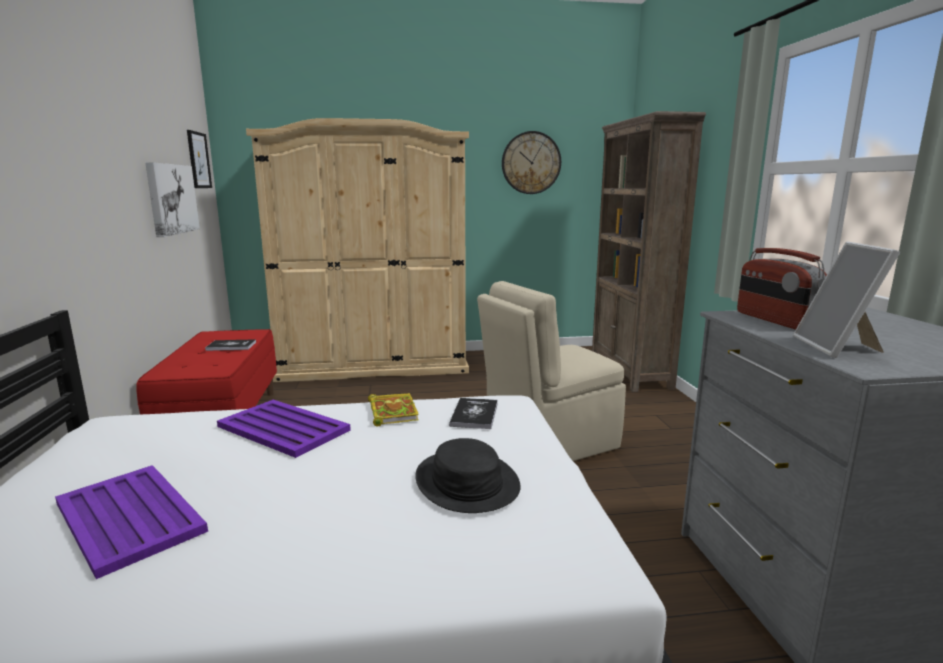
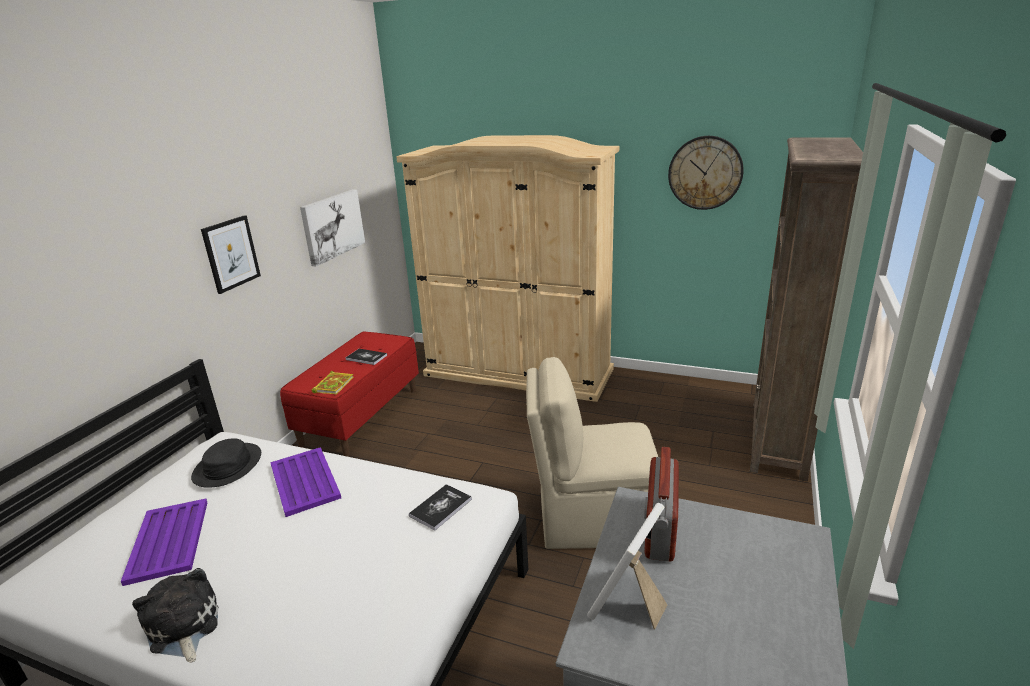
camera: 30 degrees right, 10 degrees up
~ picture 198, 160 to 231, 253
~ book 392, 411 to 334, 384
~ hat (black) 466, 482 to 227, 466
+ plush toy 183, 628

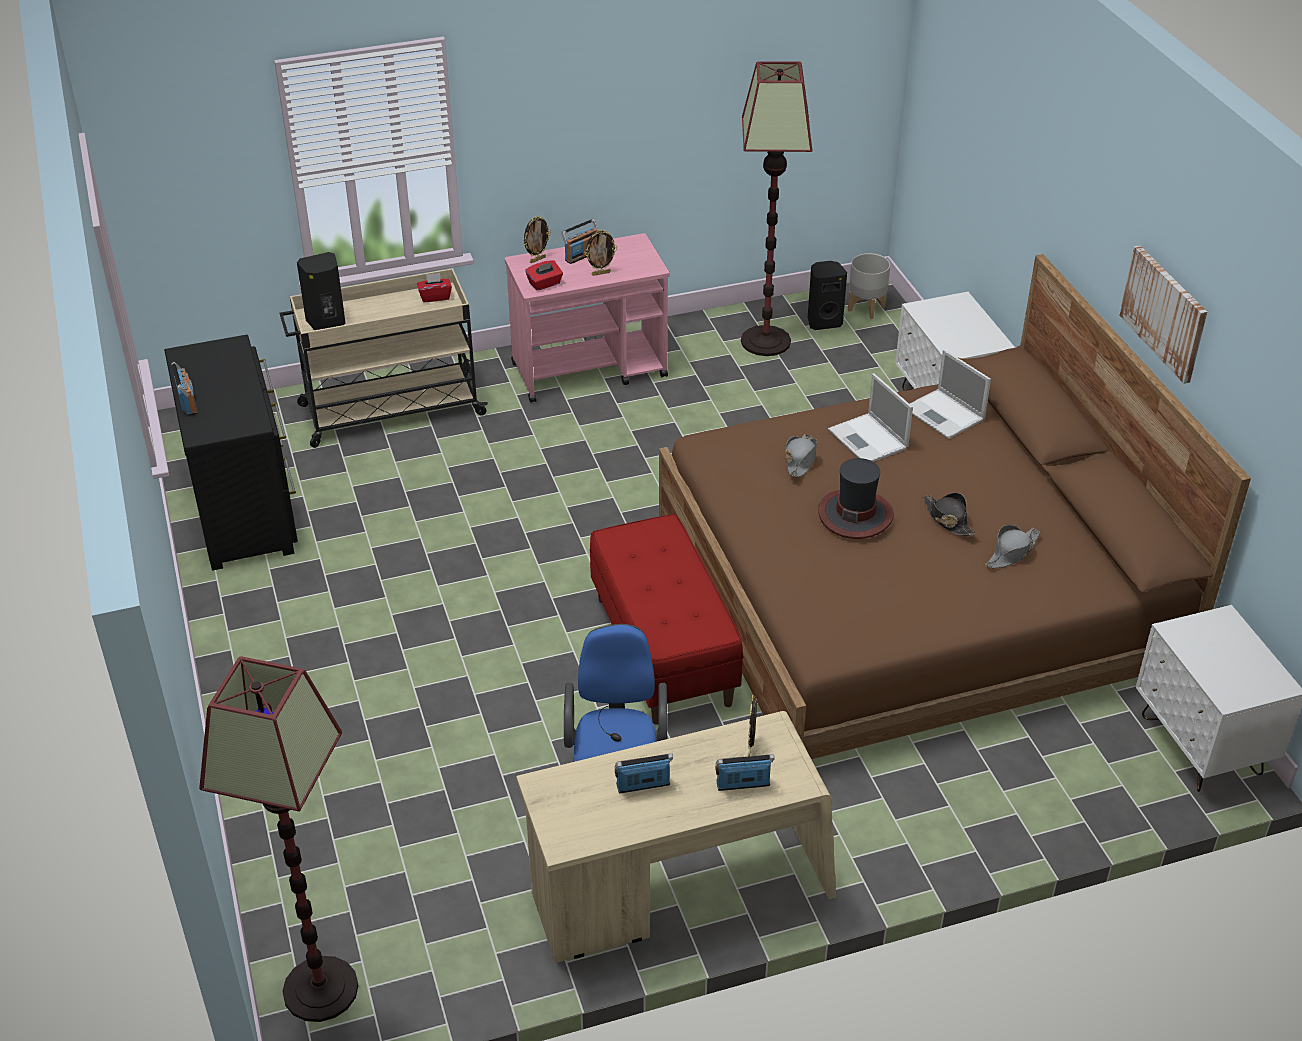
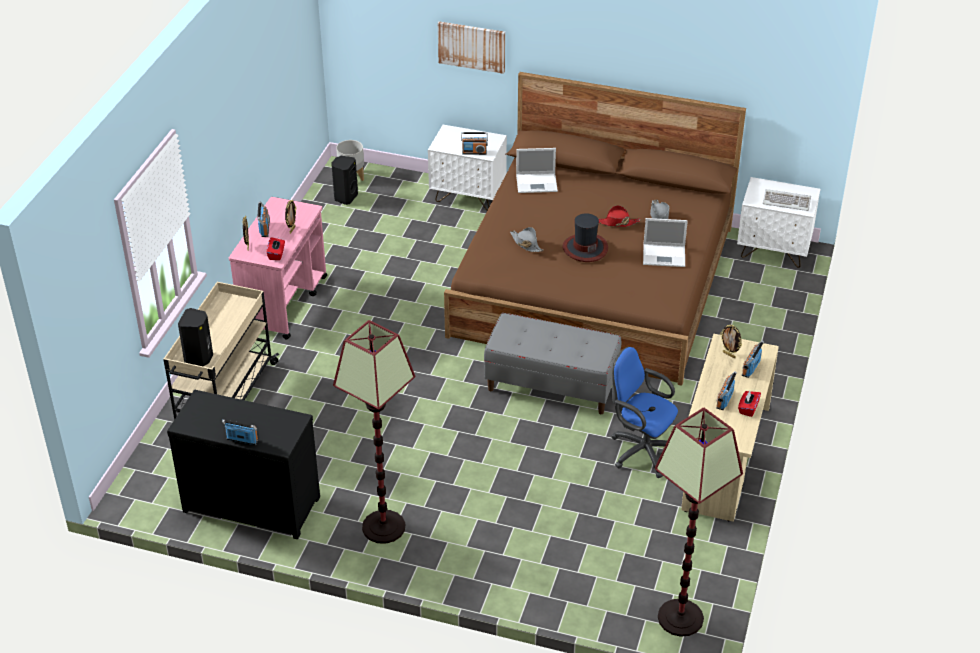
camera: 55 degrees left, 0 degrees up
~ floor lamp 765, 341 to 383, 527
~ picture 1164, 313 to 472, 46
~ tissue box (red) 435, 297 to 748, 408
~ laptop 869, 440 to 665, 255
~ hat (black) 948, 519 to hat (red) 617, 222
~ bench (red) 664, 650 to bench (grey) 552, 385
+ radio 474, 152
+ keyboard 786, 201

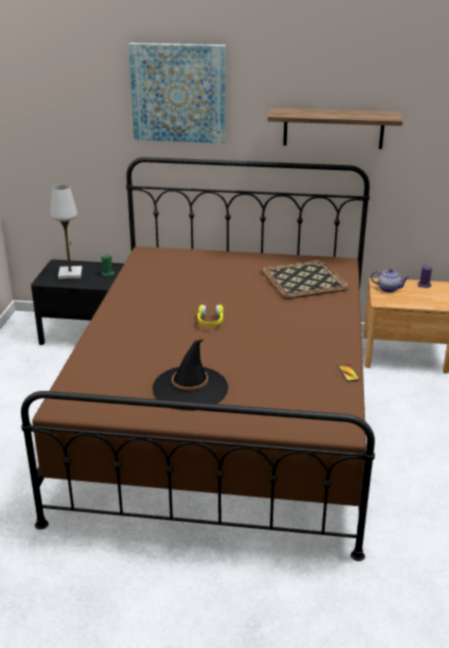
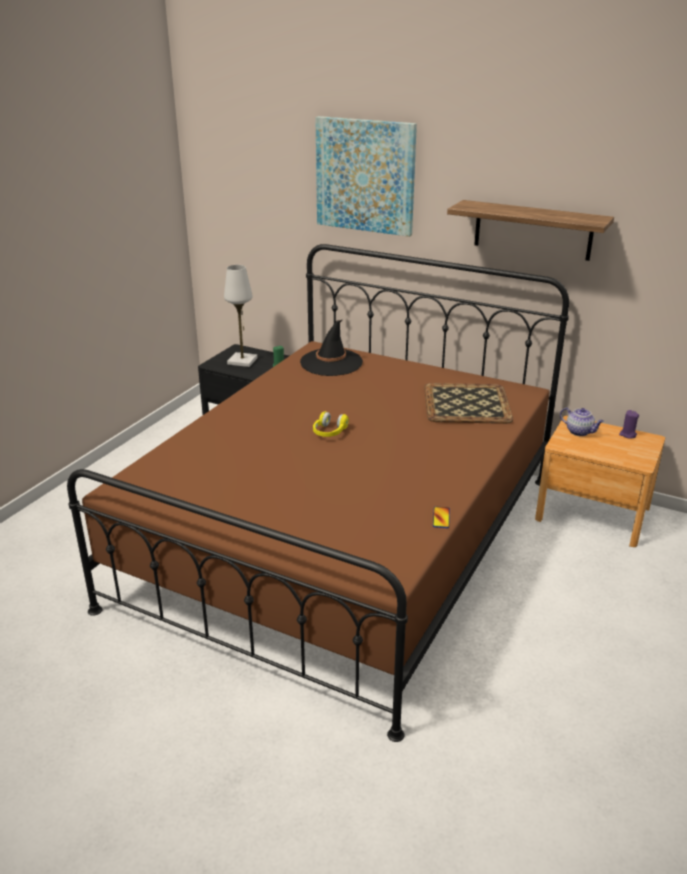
camera: 20 degrees right, 0 degrees up
~ hat (black) 190, 388 to 331, 363

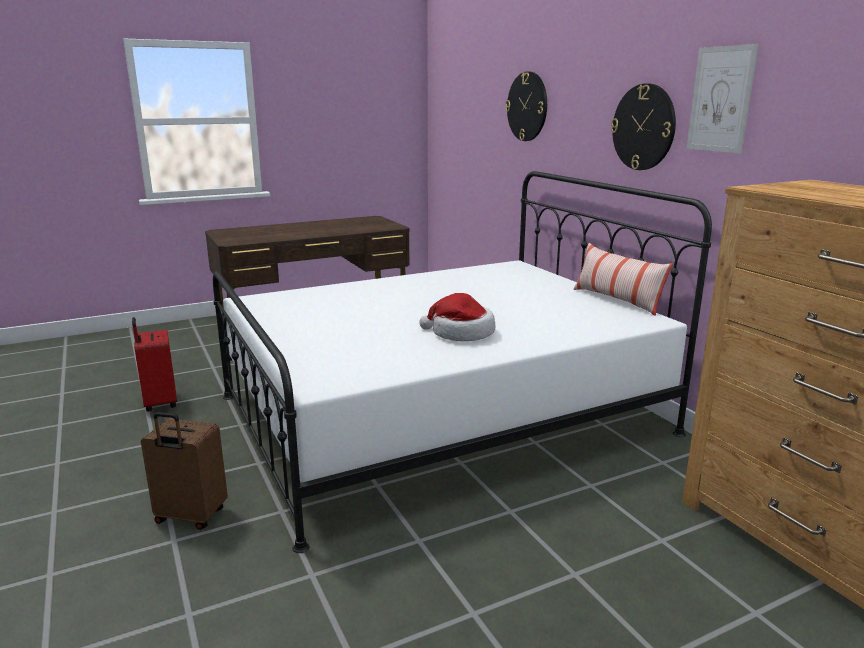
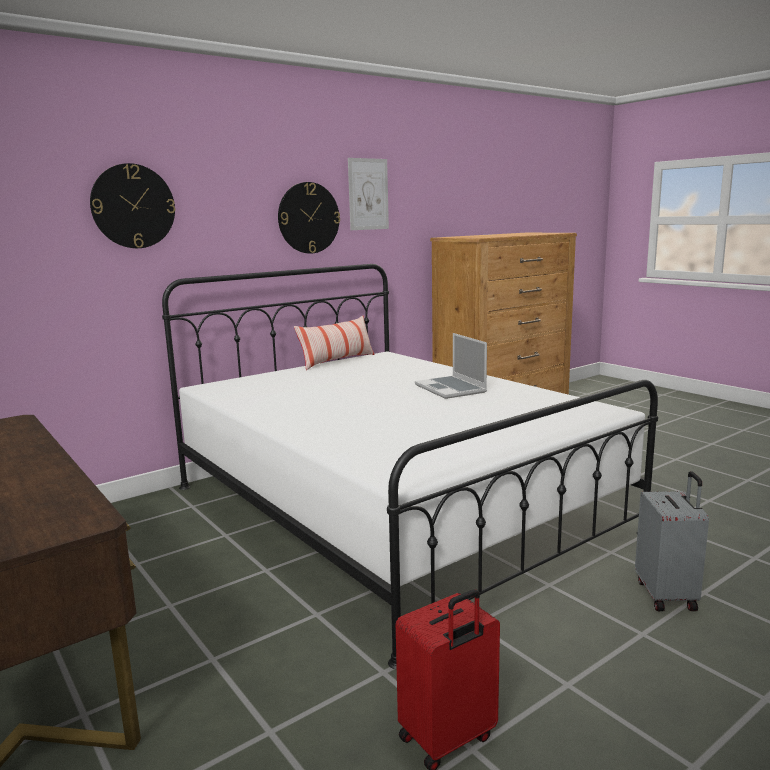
camera: 100 degrees left, 5 degrees down
~ hat 461, 333 to laptop 451, 389
~ suitcase (brown) 190, 517 to suitcase (grey) 667, 595

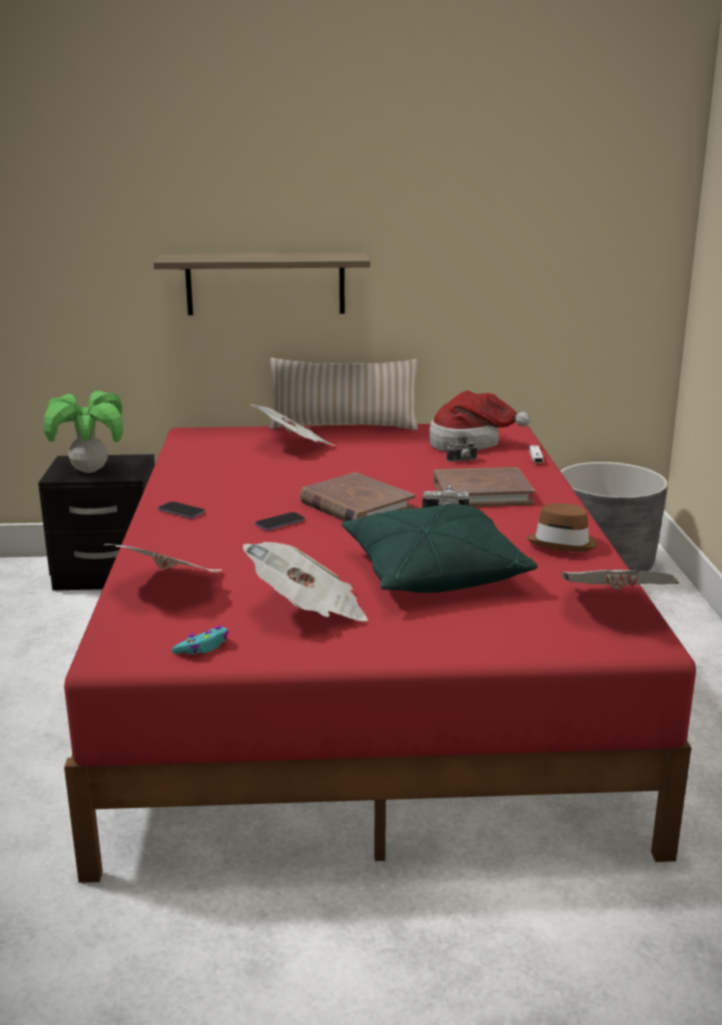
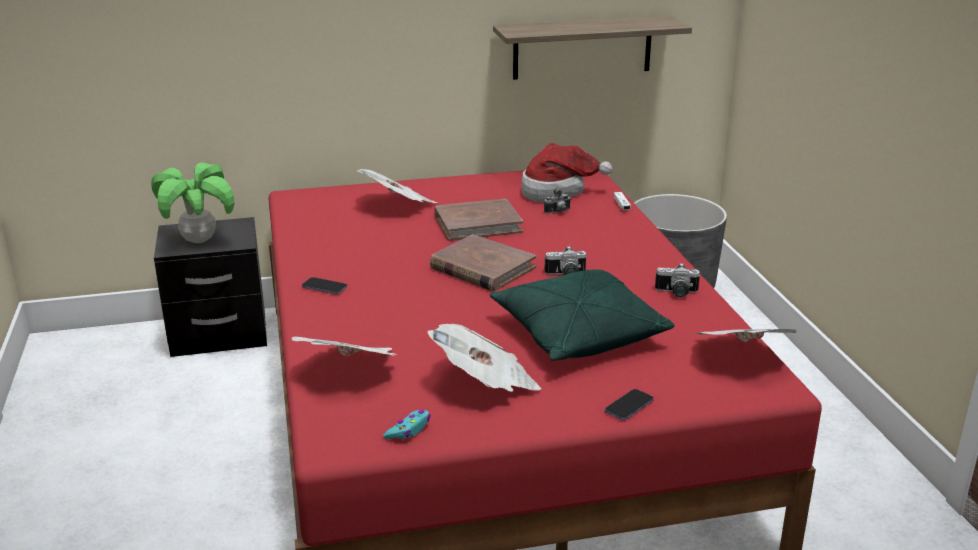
camera: 10 degrees left, 5 degrees up
~ shelf 265, 284 to 582, 47
- pillow (beige) 344, 426
~ book (brown) 481, 493 to 477, 224
~ hat (brown) 563, 543 to photo camera 676, 293
~ phone 280, 523 to 629, 406

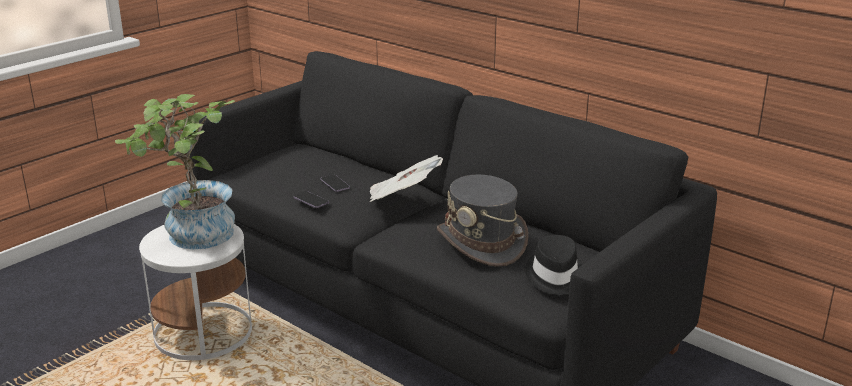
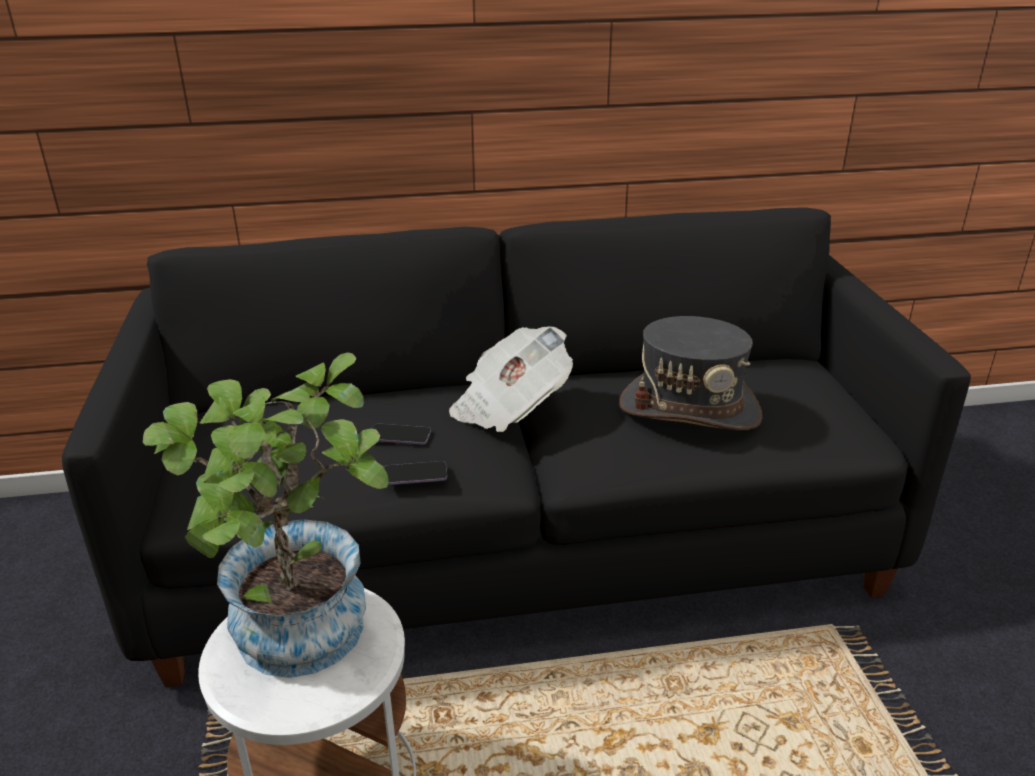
camera: 50 degrees left, 5 degrees up
- hat (black) 554, 276

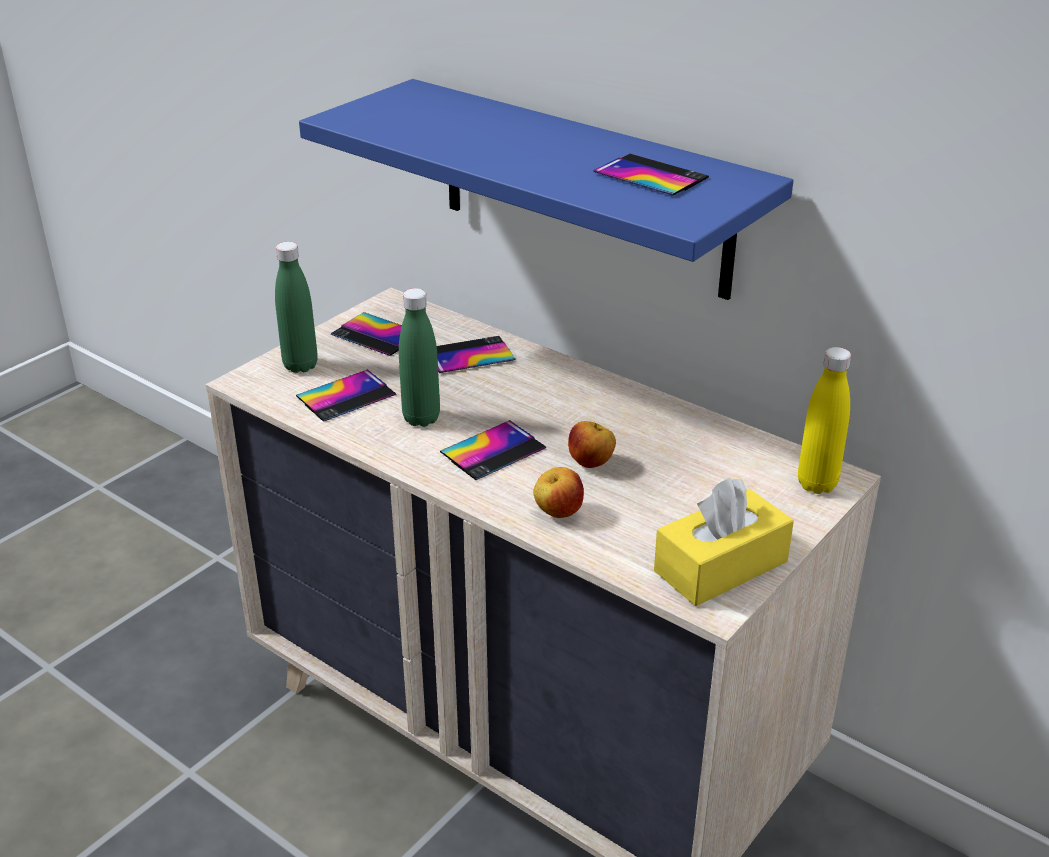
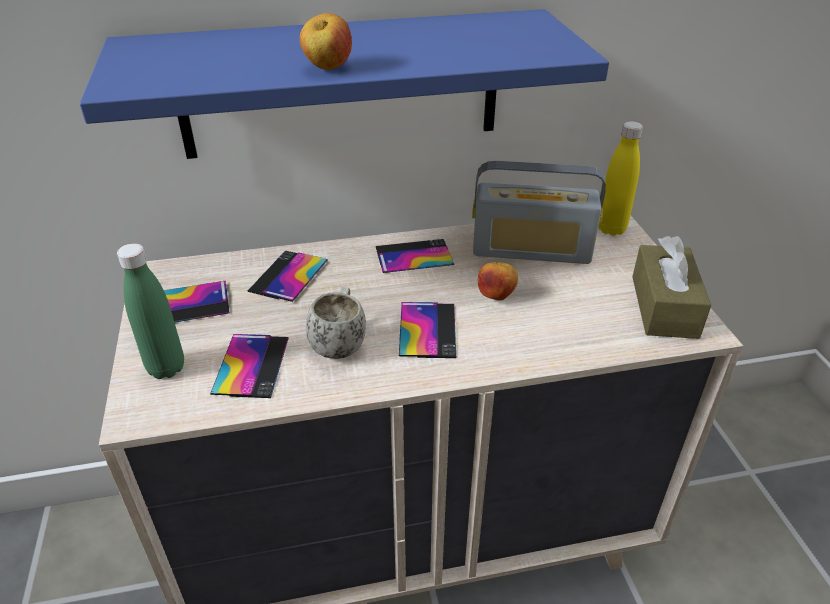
camera: 50 degrees left, 5 degrees up
~ phone 650, 175 to 414, 256
~ bottle (green) 421, 418 to mug (white) 339, 342
~ apple 558, 513 to 327, 68
~ tissue box (yellow) 720, 566 to tissue box (brown) 664, 306
+ radio 531, 250

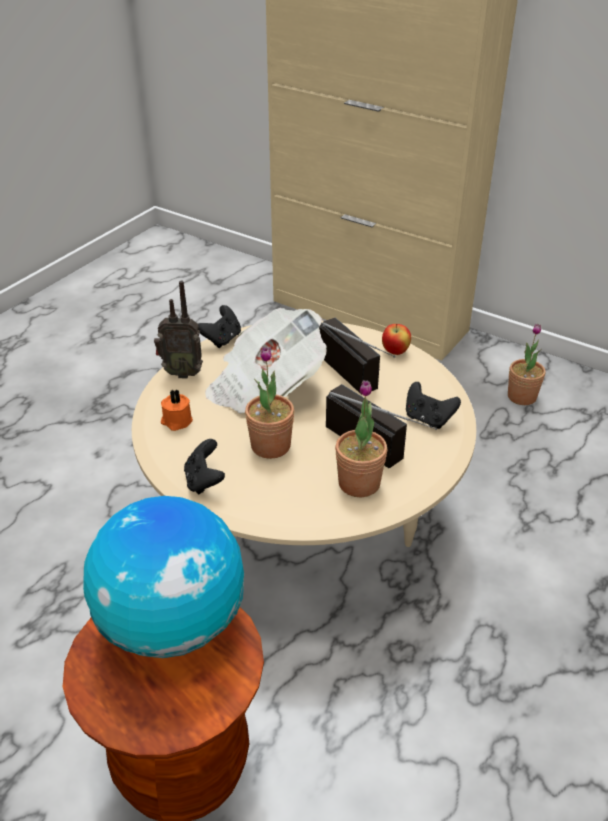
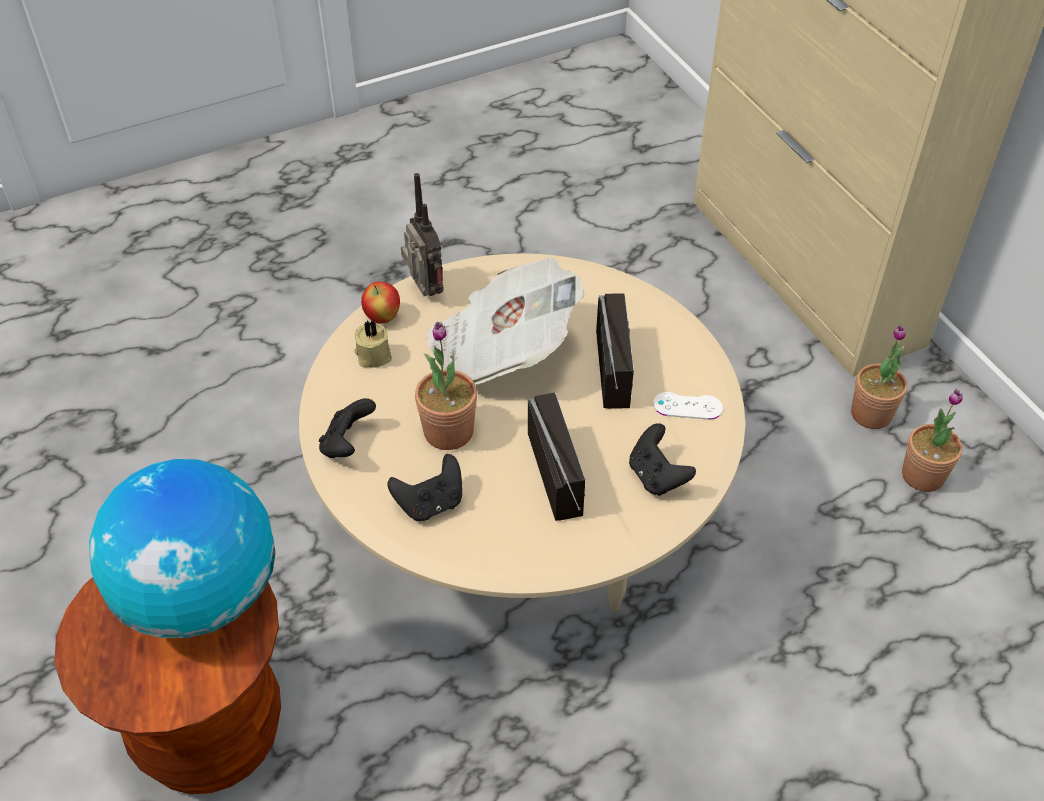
camera: 30 degrees right, 10 degrees up
~ radio 182, 372 = 424, 292 150 degrees counterclockwise
~ game controller (black) 222, 339 to 430, 503
~ apple 395, 352 to 382, 317
~ potted plant 359, 483 to 871, 414
~ candle (orange) 176, 421 to candle (beige) 373, 355
+ game controller (white) 687, 406

